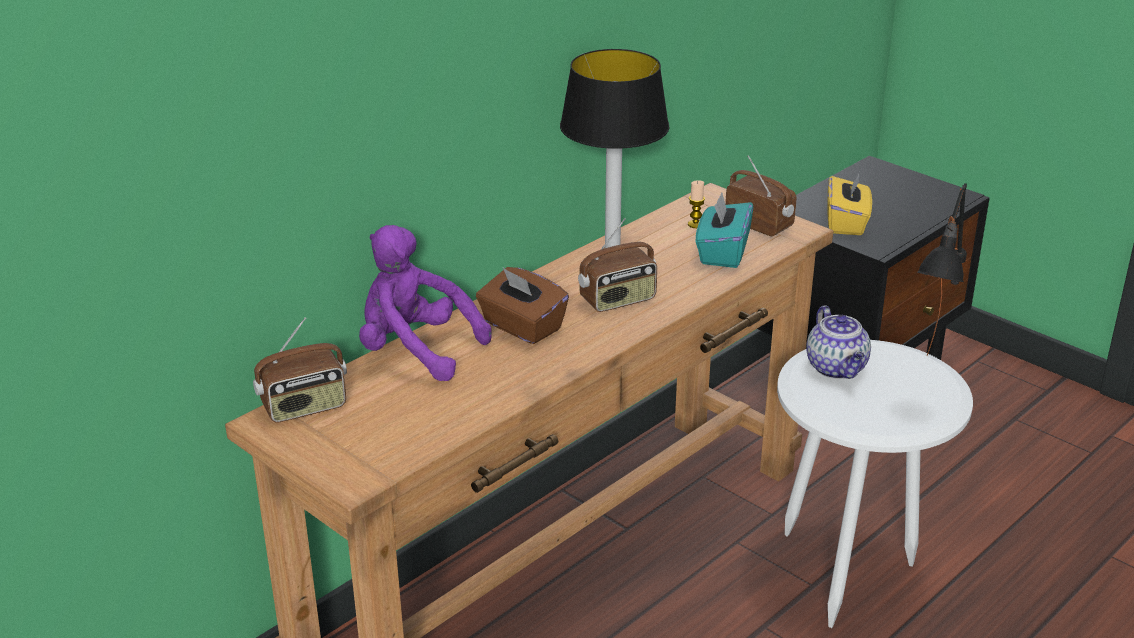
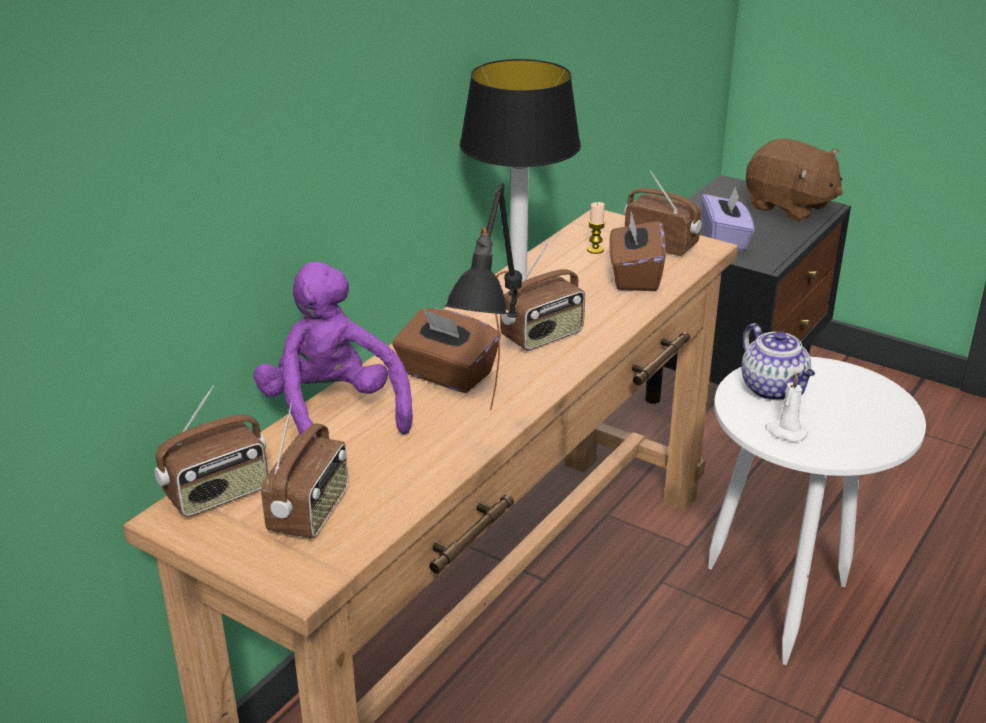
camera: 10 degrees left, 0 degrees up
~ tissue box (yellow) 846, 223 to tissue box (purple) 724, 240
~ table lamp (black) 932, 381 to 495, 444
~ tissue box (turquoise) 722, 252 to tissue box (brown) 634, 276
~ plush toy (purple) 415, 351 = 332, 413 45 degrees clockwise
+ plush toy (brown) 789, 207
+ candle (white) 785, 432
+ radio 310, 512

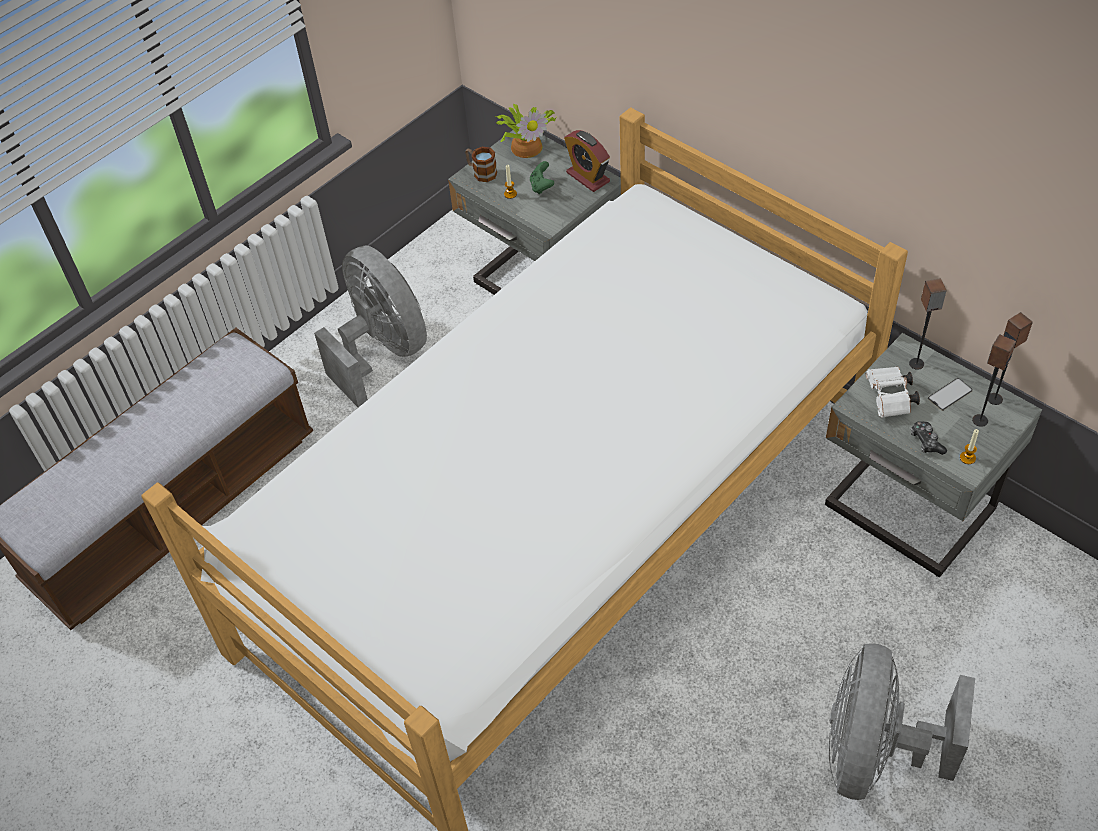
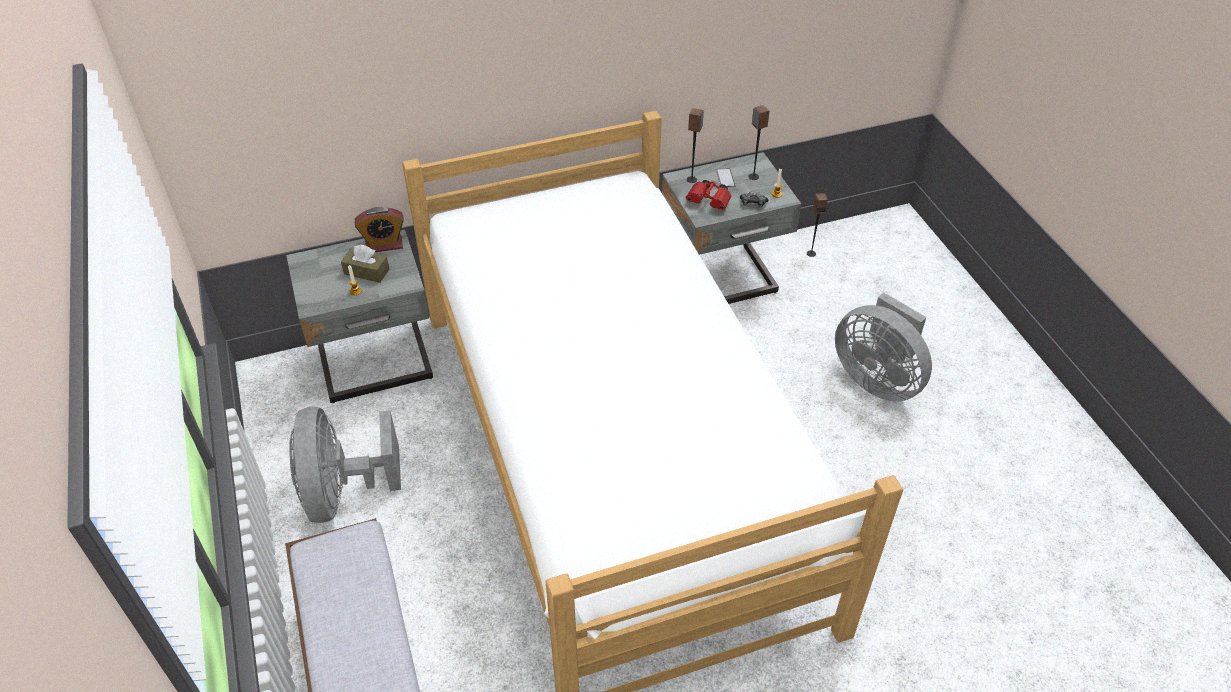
camera: 65 degrees left, 5 degrees down
- potted plant 527, 145
- mug 481, 172
~ game controller (green) 541, 186 to tissue box (brown) 366, 272
~ fan (grey) 382, 351 = 343, 492 90 degrees counterclockwise
~ speaker 995, 399 to 811, 253
~ binoculars (white) 890, 399 to binoculars (red) 710, 202

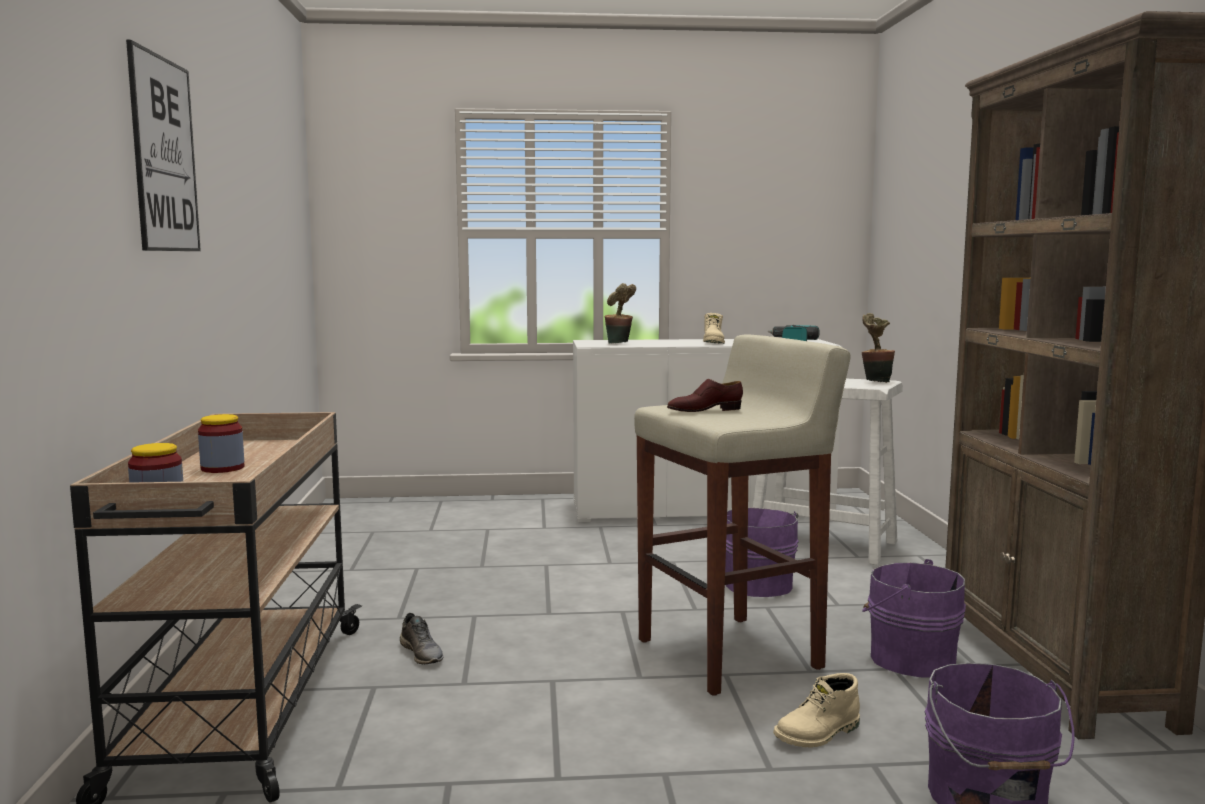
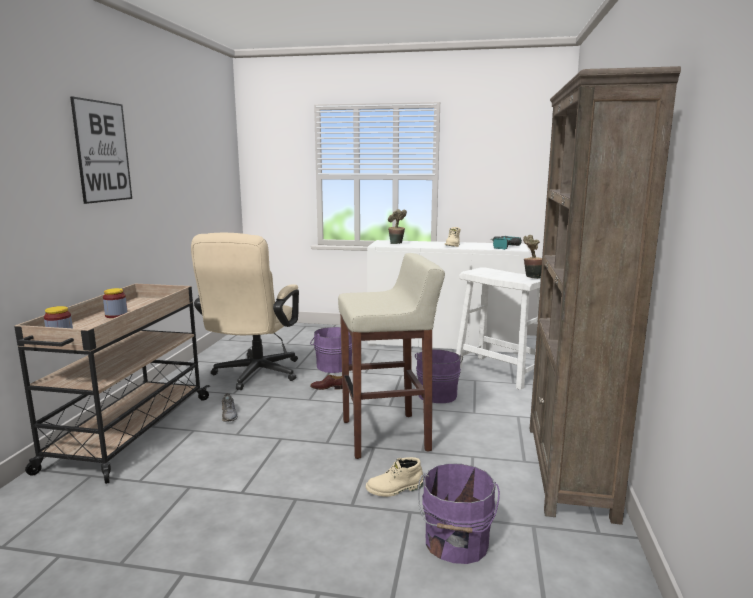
camera: 15 degrees right, 5 degrees up
~ shoe (brown) 704, 410 to 328, 388
~ bucket (purple) 909, 658 to 333, 366
+ office chair (beige) 254, 376

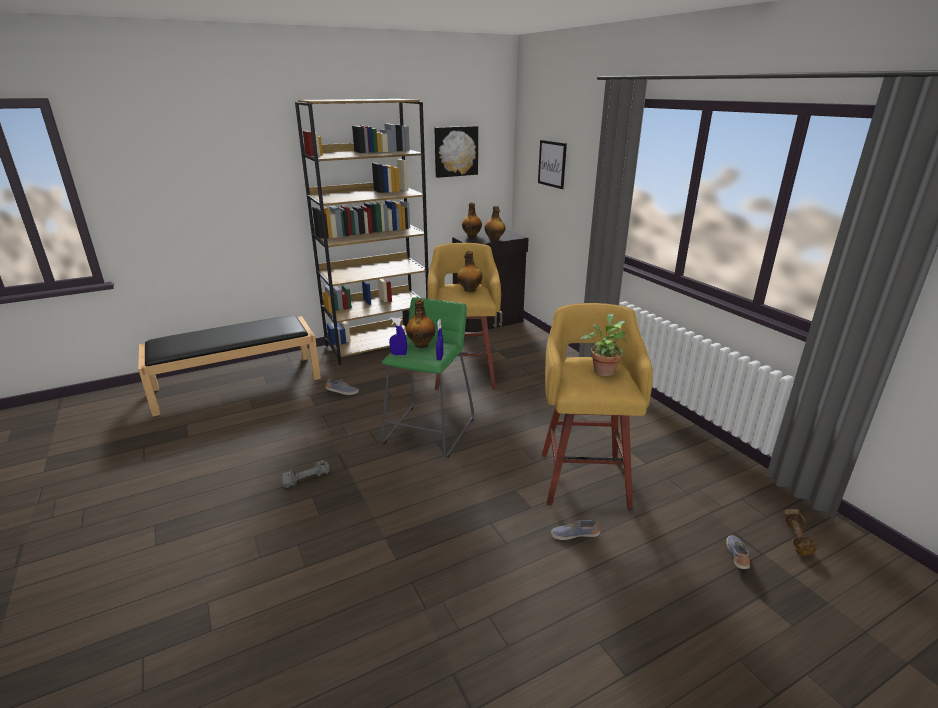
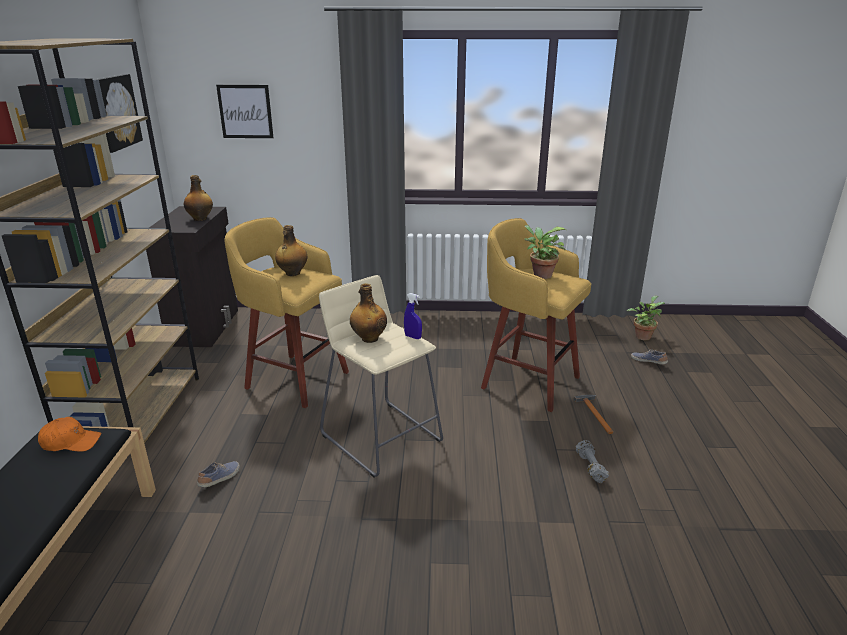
camera: 60 degrees left, 0 degrees up
- bottle 472, 236
~ stool (green) 429, 430 to stool (beige) 381, 437
- spray bottle (blue) 398, 354
~ dumbbell (grey) 306, 479 to 590, 467
~ dumbbell (brown) 797, 539 to potted plant 642, 336
~ shoe 574, 535 to hammer 595, 413
+ cap (orange) 71, 442

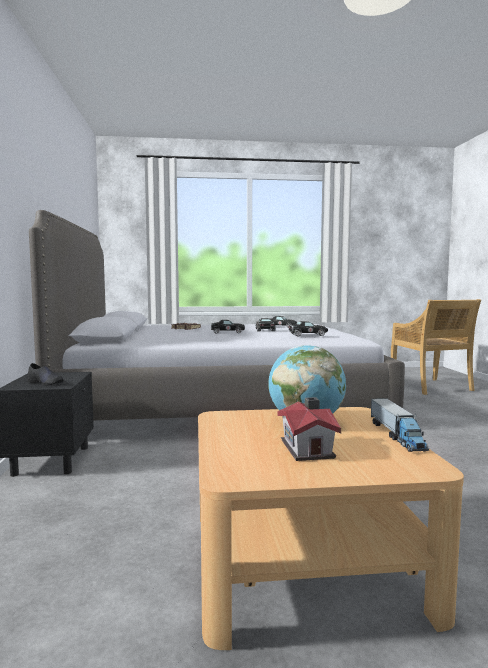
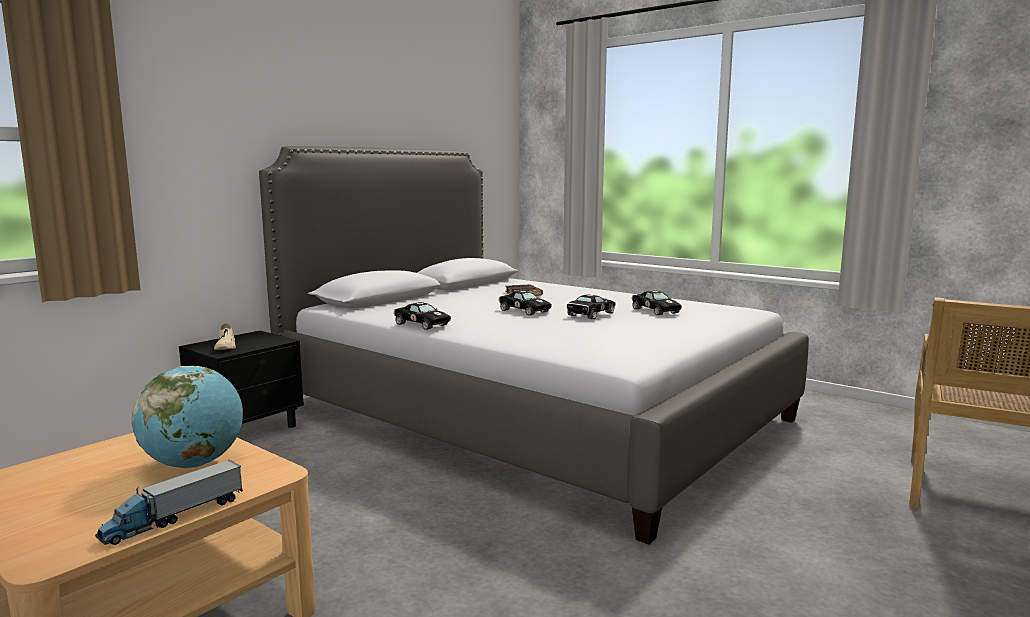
camera: 45 degrees right, 5 degrees up
~ toy car (black) 306, 335 to 420, 324
~ shoe (black) 45, 383 to shoe (beige) 226, 346
- toy house 308, 448

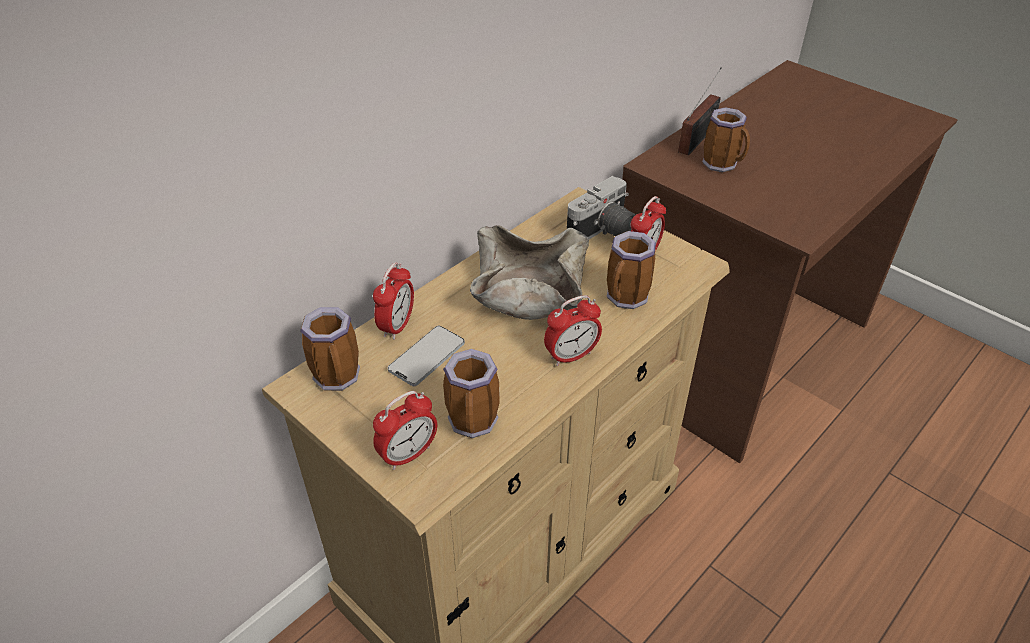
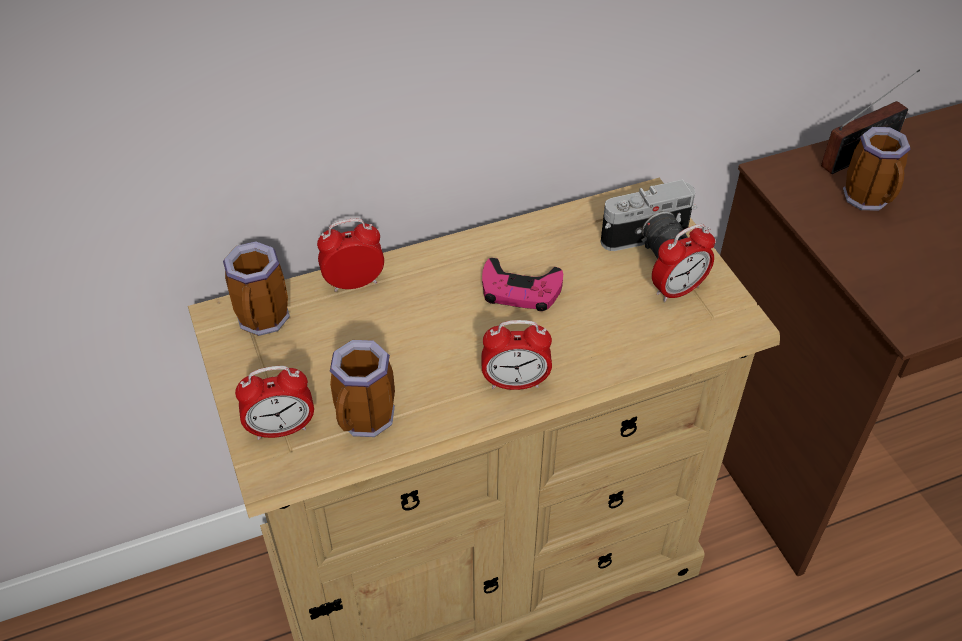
camera: 25 degrees right, 5 degrees up
~ bowl (beige) 531, 291 to game controller (pink) 520, 290
- mug 626, 299
~ alarm clock 397, 326 = 354, 283 150 degrees counterclockwise
- phone 427, 357

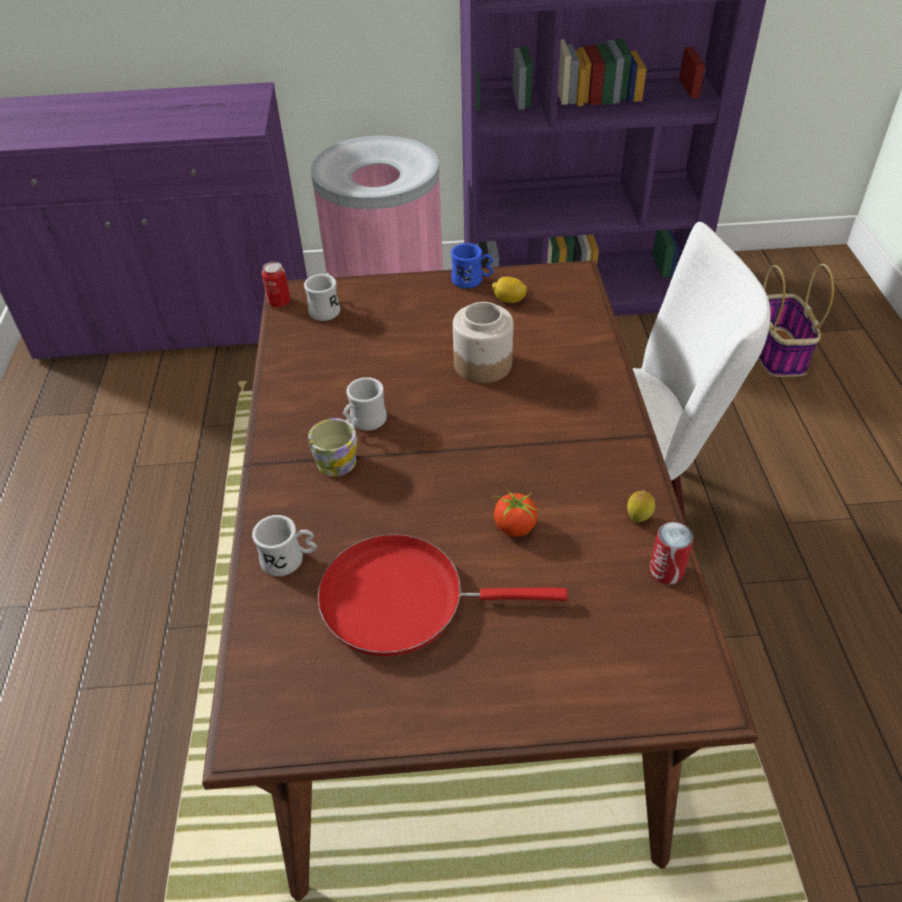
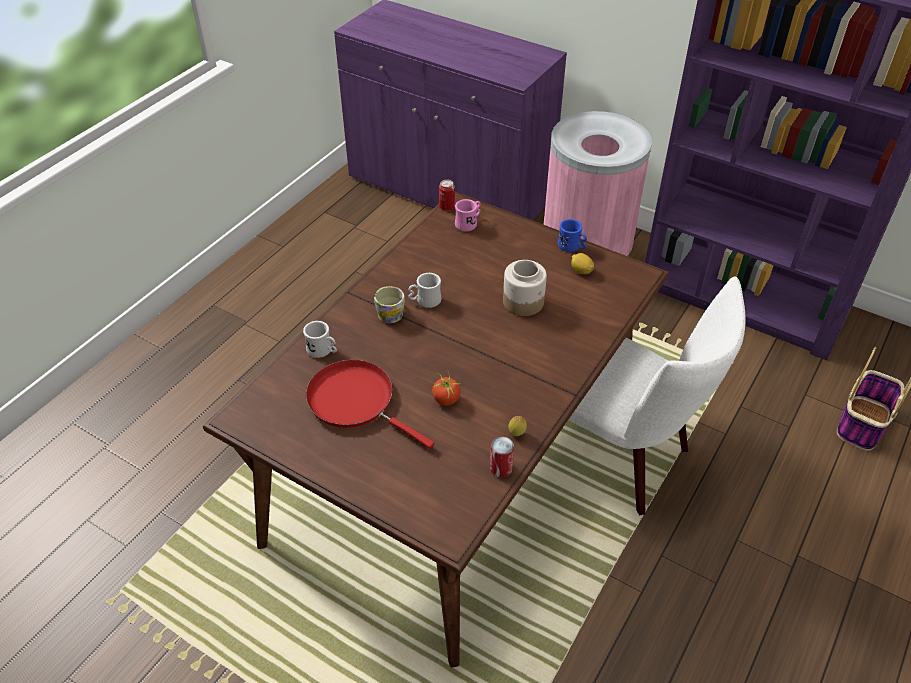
camera: 35 degrees right, 0 degrees up
~ mug (white) 326, 309 to mug (pink) 468, 223

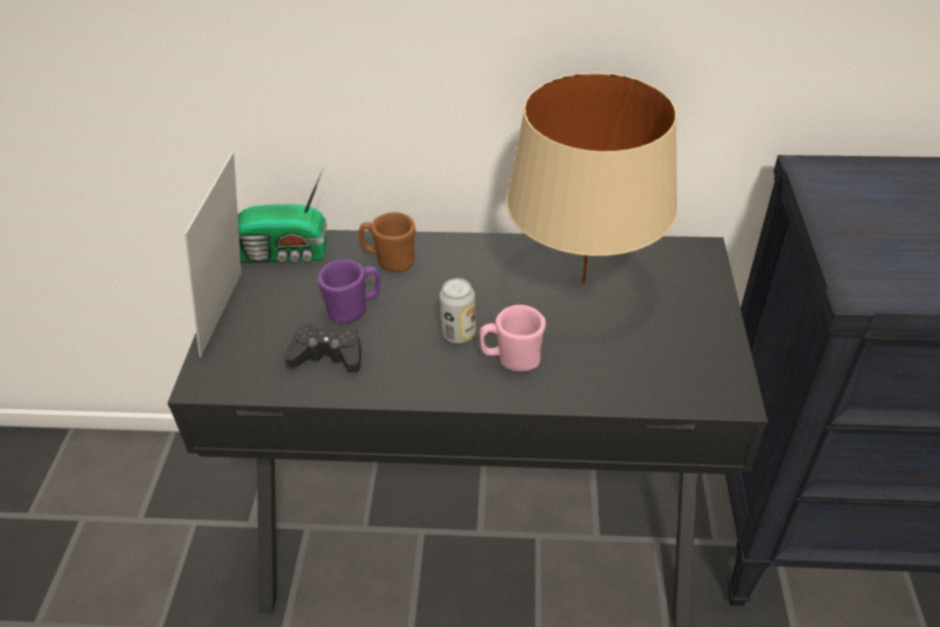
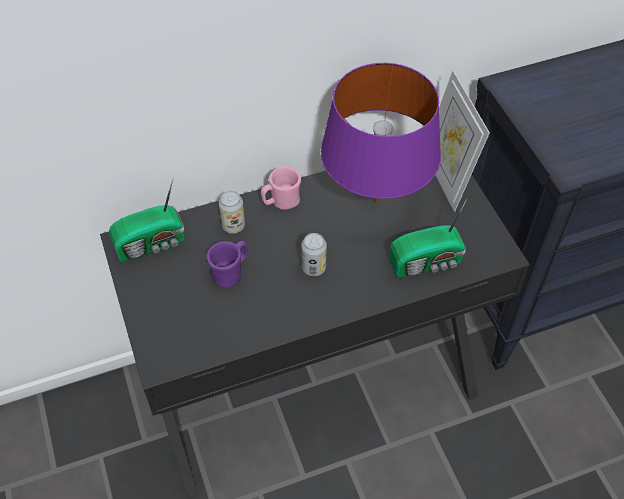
camera: 25 degrees left, 10 degrees up
~ table lamp (beige) 583, 285 to table lamp (purple) 375, 203
~ picture frame 233, 313 to 446, 178
~ mug (brown) 390, 261 to can 233, 226
~ mug (pink) 512, 359 to 281, 202
- game controller (black) 327, 356
+ radio 428, 262

